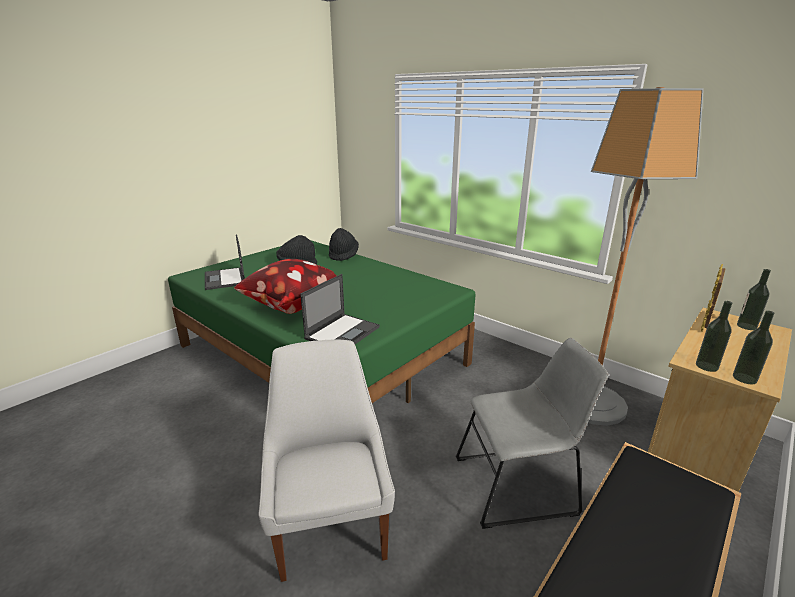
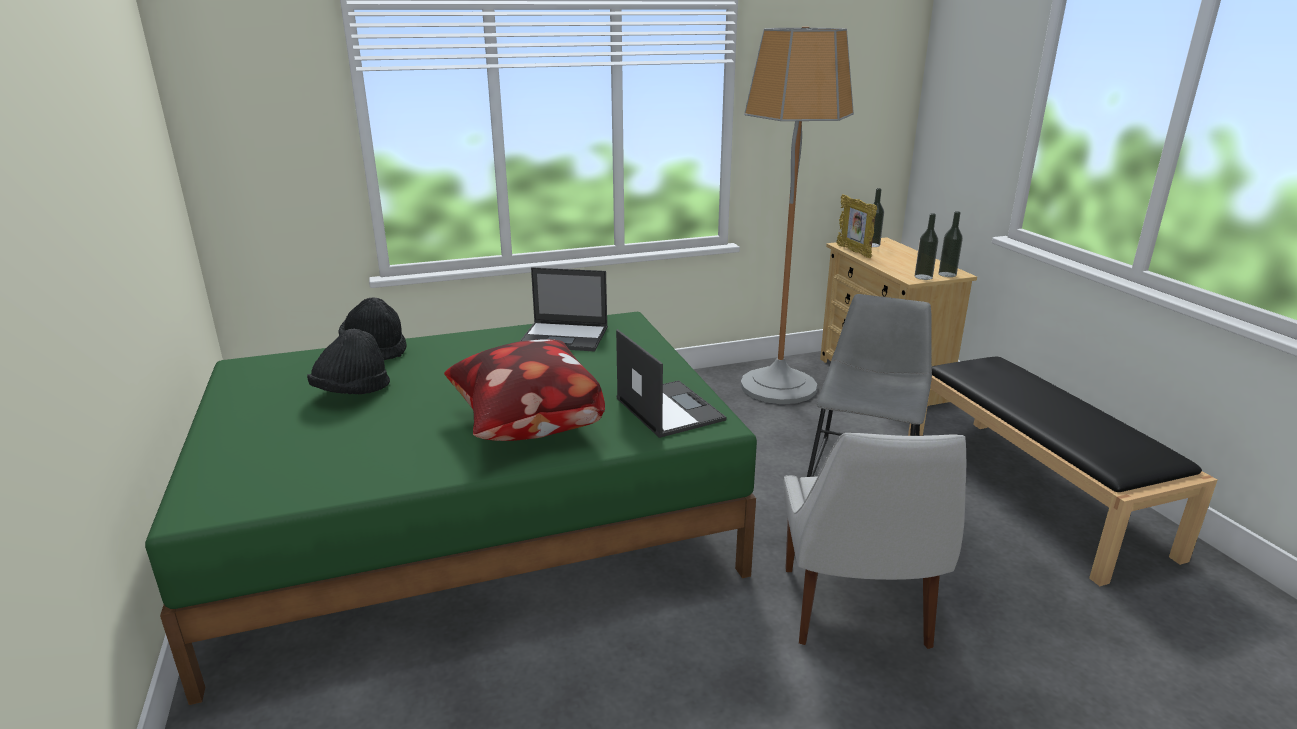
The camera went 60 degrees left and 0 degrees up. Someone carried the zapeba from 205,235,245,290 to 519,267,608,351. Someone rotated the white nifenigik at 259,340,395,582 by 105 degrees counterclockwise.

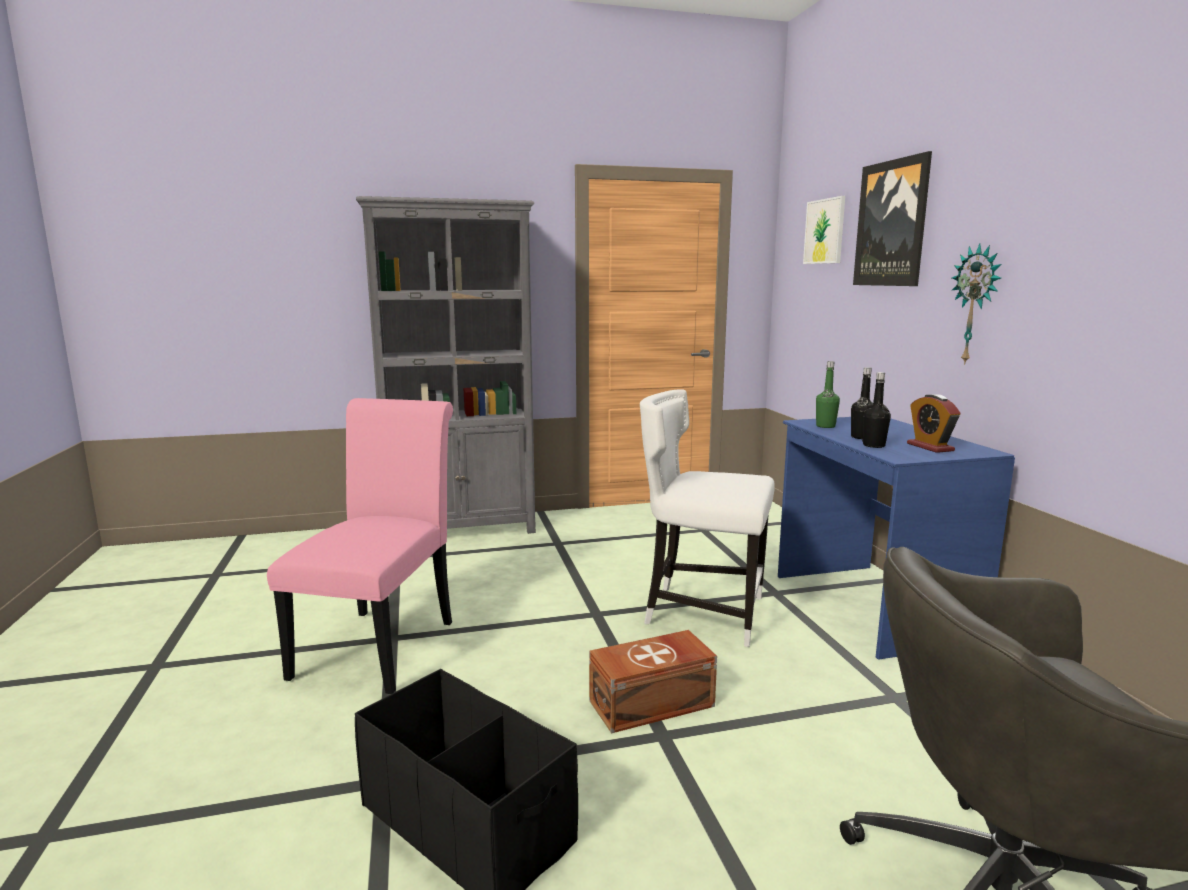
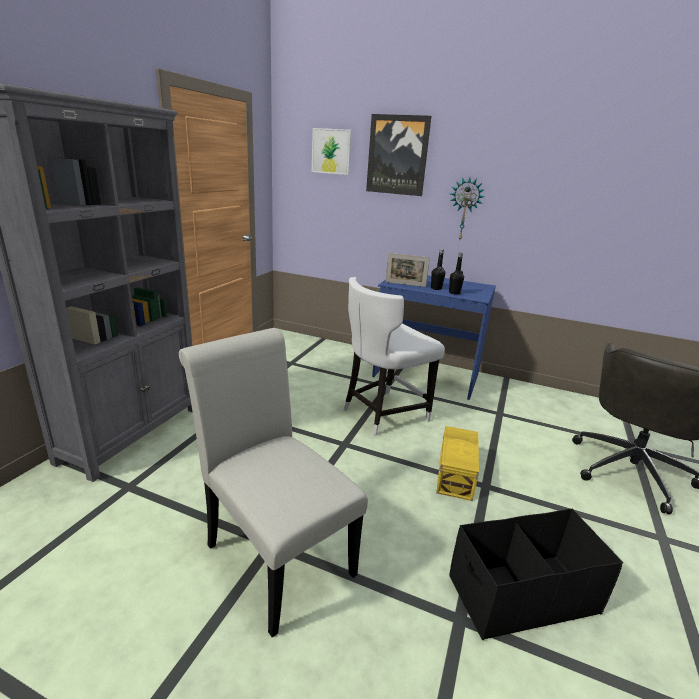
The camera went 55 degrees left and 10 degrees up. Someone repainted the pink nifenigik at 267,398,453,694, which became the white nifenigik at 179,328,368,638. Someone swapped the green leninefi at 816,361,840,428 for the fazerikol at 385,253,430,287. Someone repainted the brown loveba at 589,630,717,733, which became the yellow loveba at 436,426,479,501. Someone took away the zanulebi at 907,394,960,453.

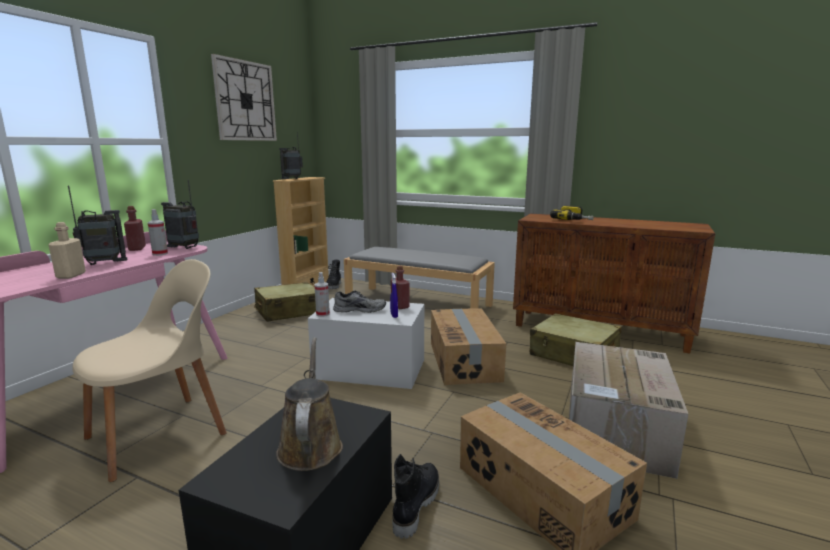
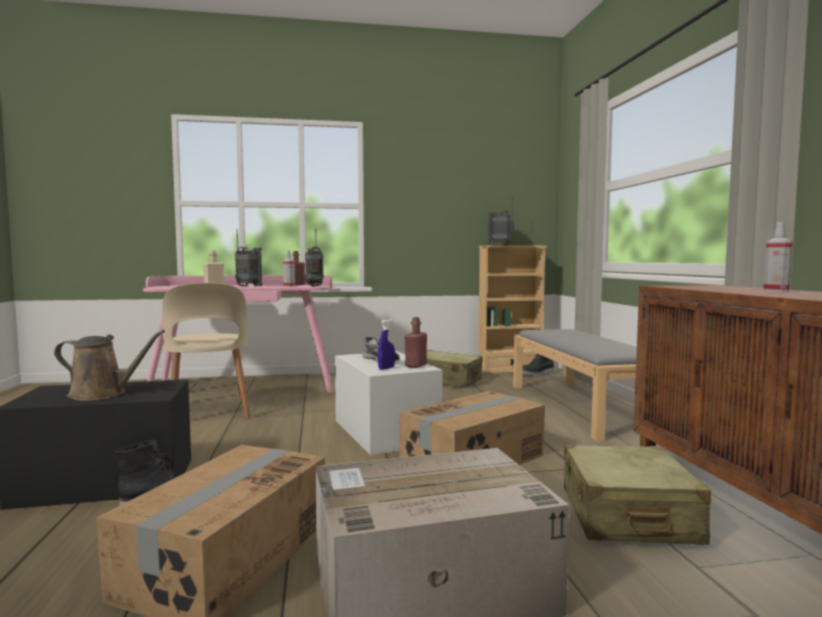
The camera went 55 degrees right and 10 degrees down. Someone rotated the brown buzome at 276,337,343,471 by 45 degrees clockwise. Someone rotated the beige nifenigik at 72,259,227,482 by 60 degrees clockwise. Someone carried the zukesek from 315,272,330,317 to 763,222,793,292. Someone took away the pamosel at 211,54,277,141. Someone took away the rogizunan at 550,206,594,220.

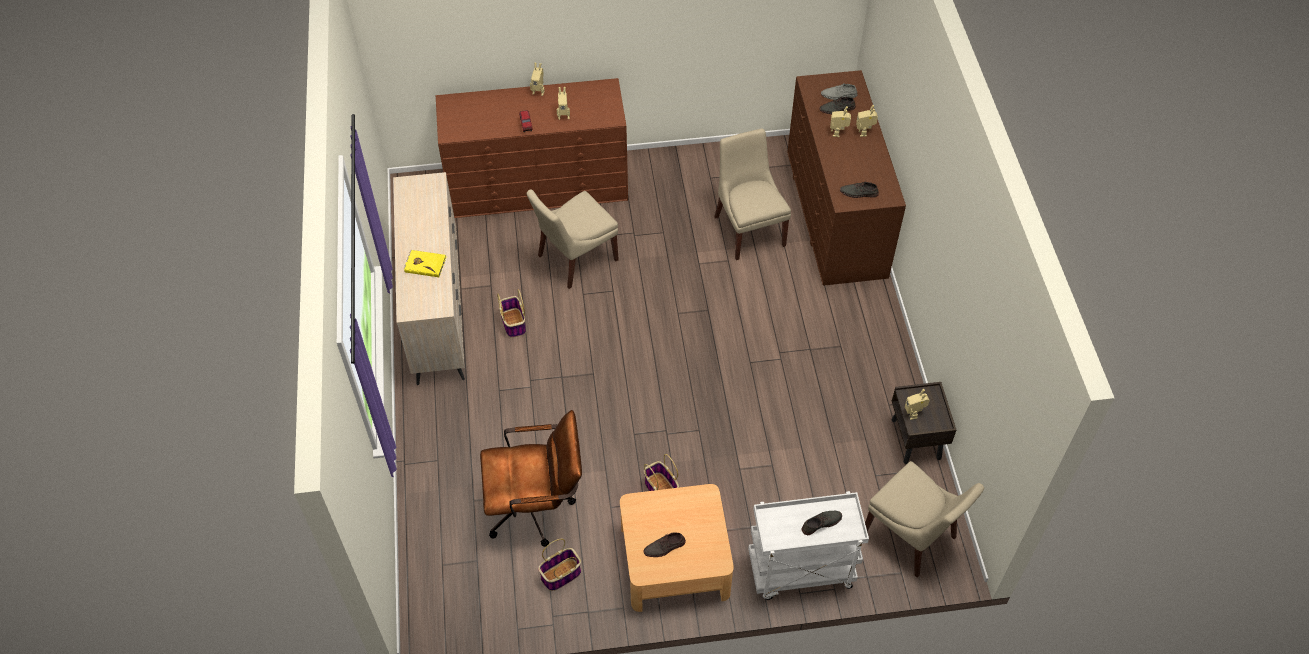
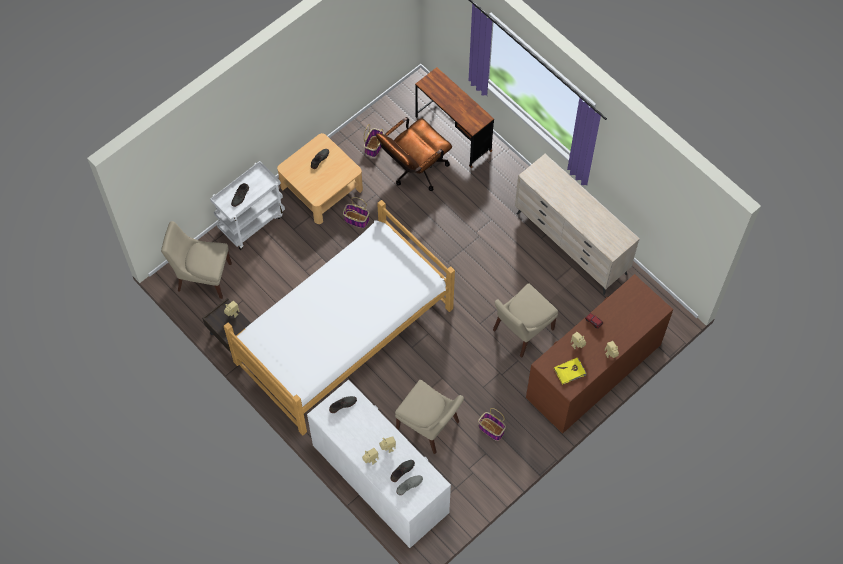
The camera went 145 degrees right and 10 degrees up. Someone put down the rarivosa at 224,200,455,435. Someone repainted the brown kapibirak at 787,70,906,286, which became the white kapibirak at 307,380,451,548. Someone put down the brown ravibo at 415,67,494,168. Someone carried the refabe from 497,289,526,338 to 478,408,506,441. Someone rotated the beige nifenigik at 527,189,619,289 by 150 degrees counterclockwise. Someone carried the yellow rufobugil from 404,250,447,277 to 554,358,587,385.

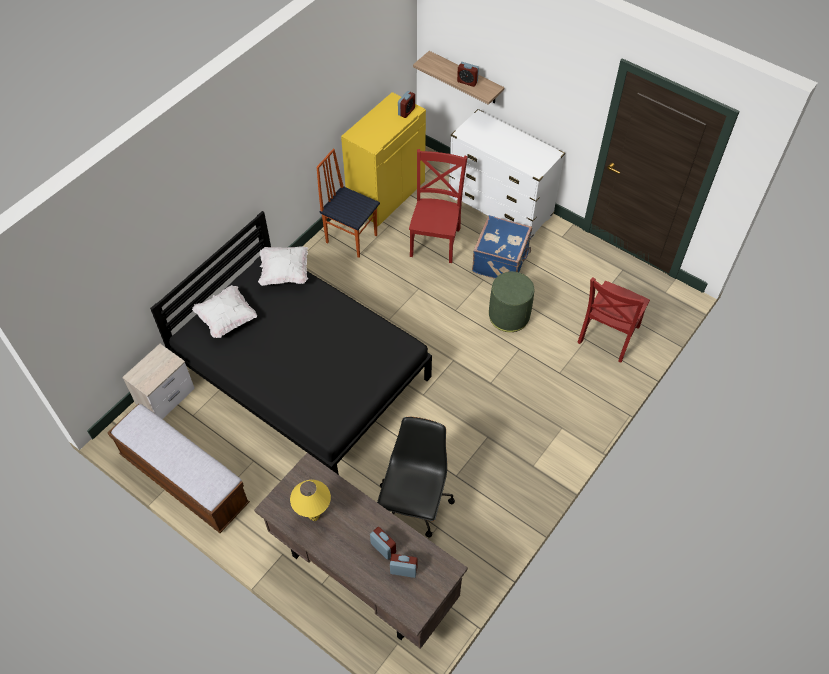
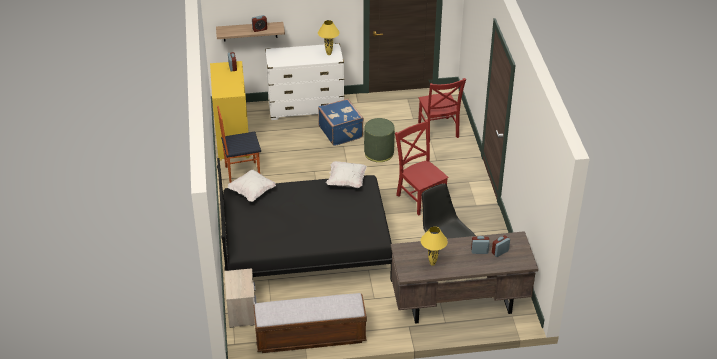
The camera went 45 degrees left and 15 degrees down. Someone put down the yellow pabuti at 318,20,340,55. Someone carried the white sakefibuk from 192,285,257,338 to 326,161,367,188. Someone carried the red nifenigik from 409,149,468,263 to 395,120,449,216.

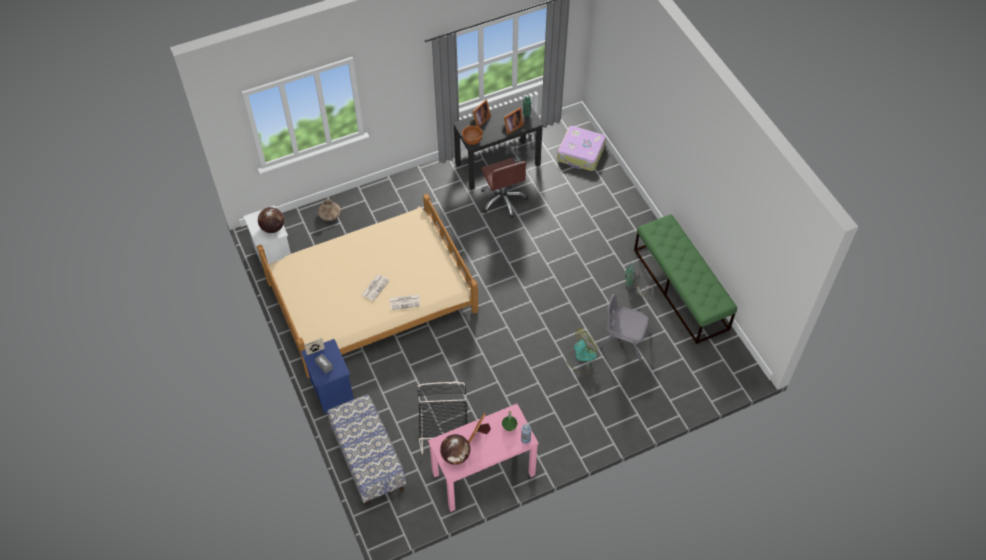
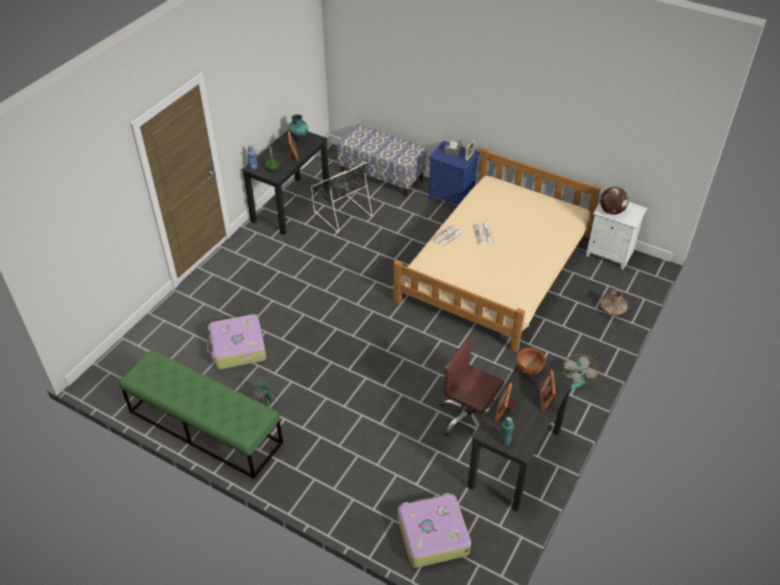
The camera went 145 degrees right and 10 degrees down. Someone swapped the grey nifenigik at 599,294,651,361 for the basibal at 207,314,266,369. Someone repainted the pink ravibo at 428,404,539,512, which became the black ravibo at 242,130,330,235. Someone swapped the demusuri at 440,434,470,465 for the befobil at 288,114,308,142. Someone carried the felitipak from 566,328,598,373 to 556,354,599,389.

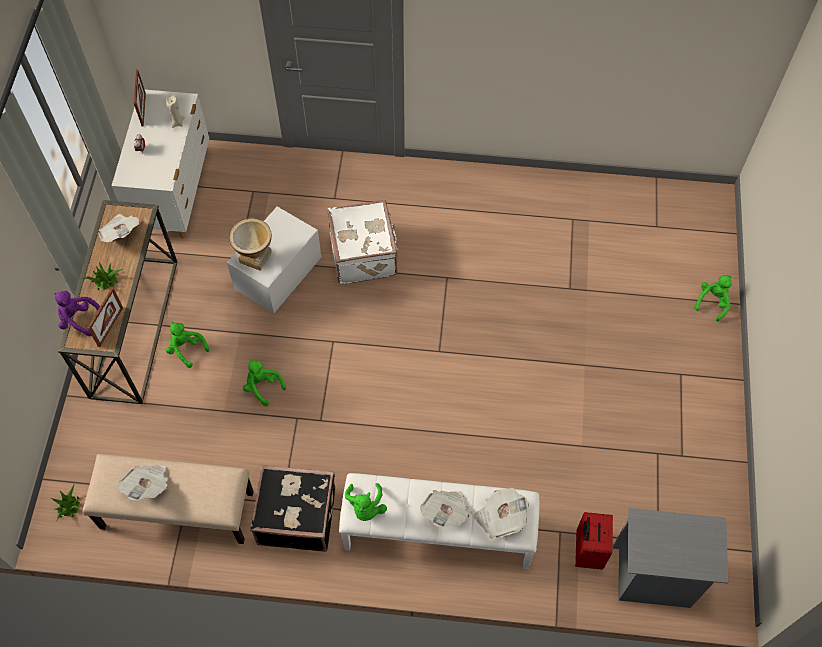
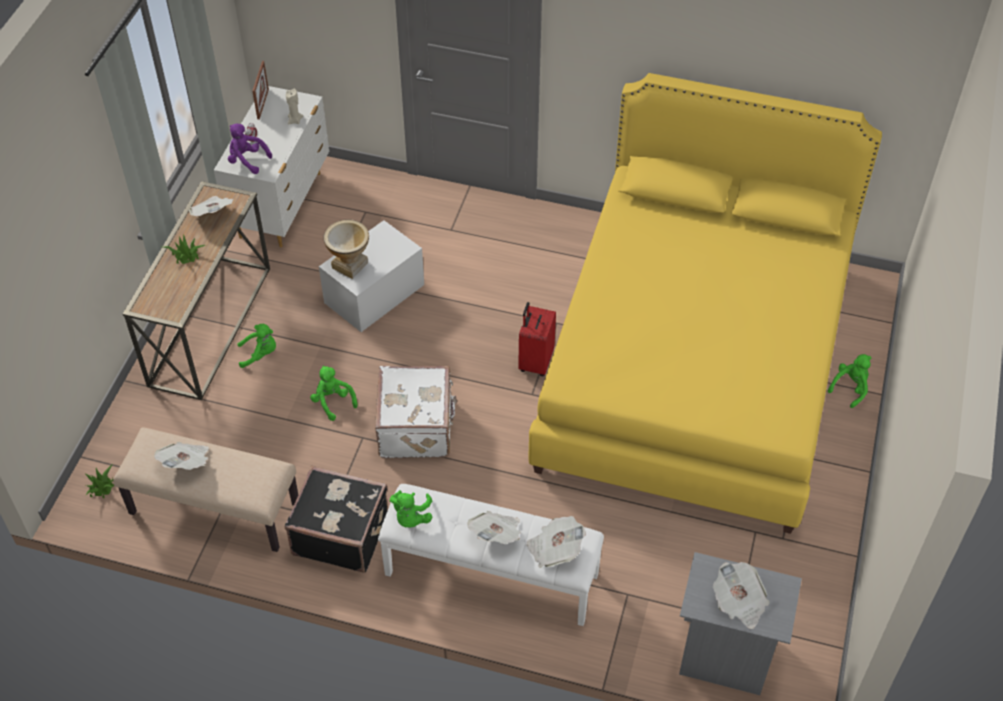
The camera went 10 degrees right and 10 degrees down. Someone carried the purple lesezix from 54,291,100,336 to 228,123,272,174. Someone rotated the green lesezix at 166,322,209,368 by 120 degrees clockwise. Someone carried the white basibal from 327,200,399,284 to 375,366,457,458. Someone carried the red basibal from 575,512,613,570 to 518,302,556,376. Someone put down the yellow rarivosa at 528,73,882,534. Someone put down the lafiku at 713,562,770,629. Someone took away the fazerikol at 88,288,123,347.

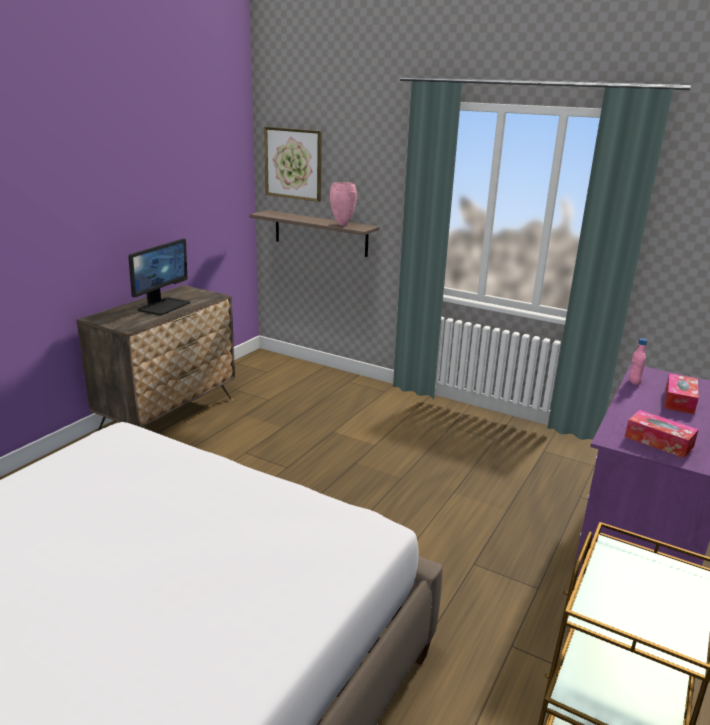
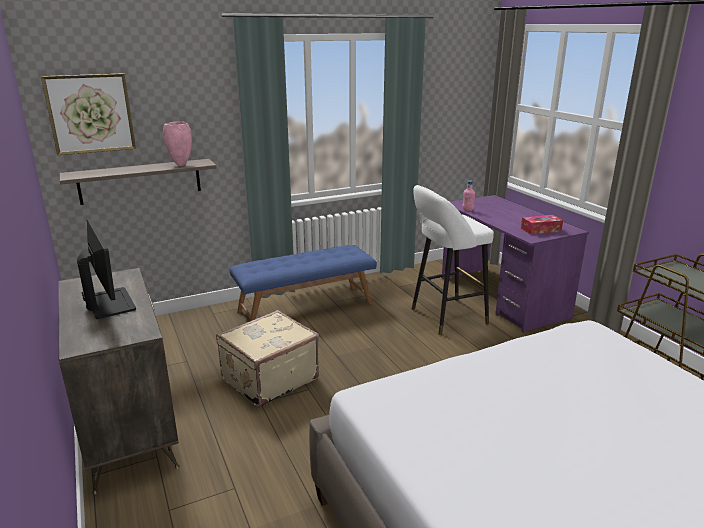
The camera went 55 degrees left and 0 degrees up. Someone put down the beige basibal at 216,310,319,408. Someone put down the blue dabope at 230,245,377,321. Someone put down the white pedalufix at 411,185,494,335. Someone took away the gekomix at 664,373,699,414.

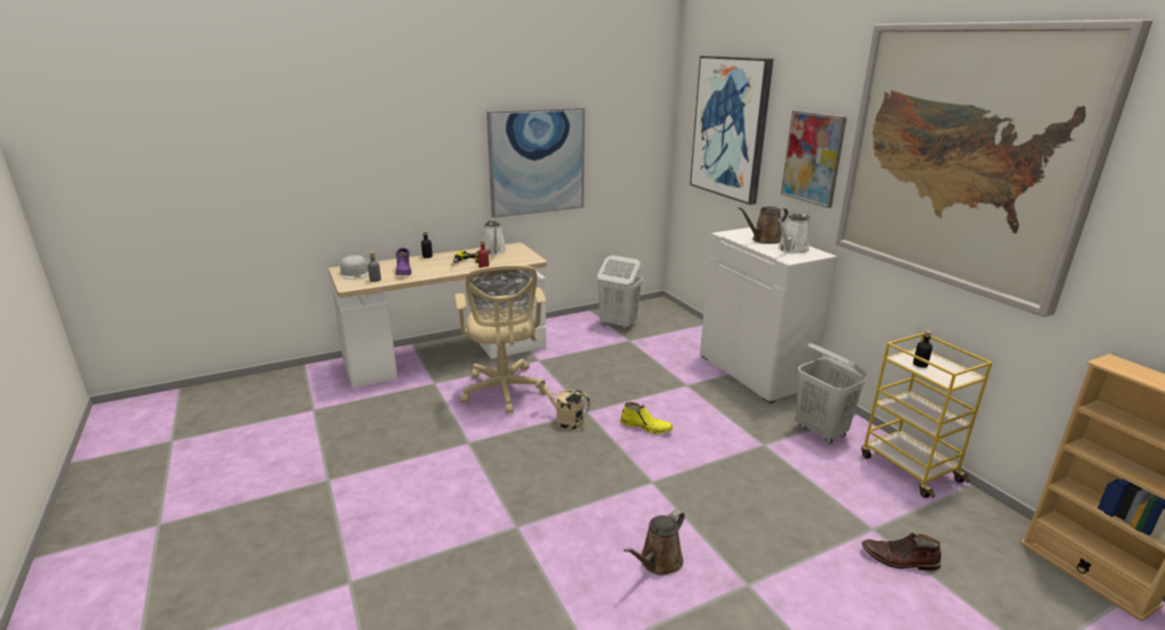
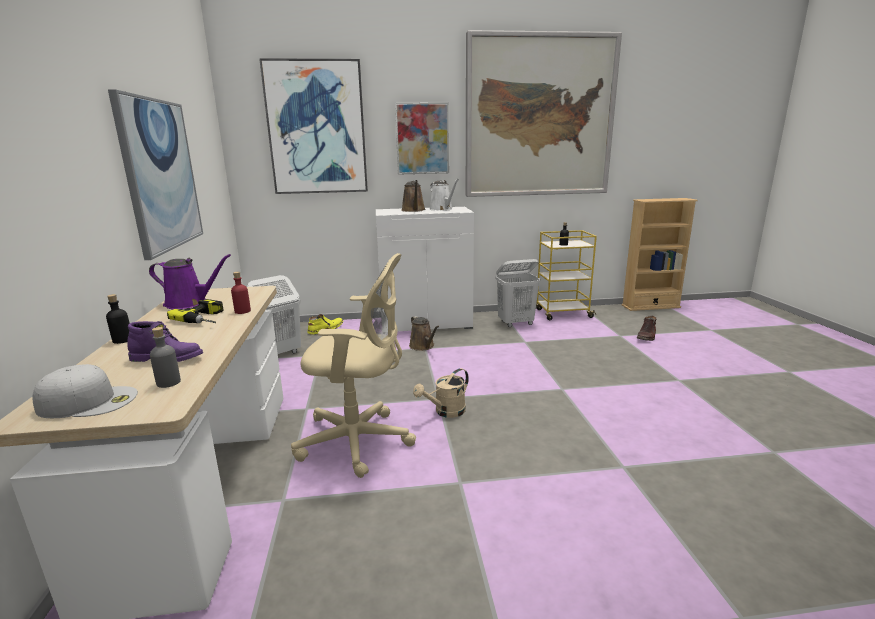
The camera went 70 degrees left and 5 degrees down. Someone repainted the white buzome at 482,220,507,255, which became the purple buzome at 149,254,231,309. Someone carried the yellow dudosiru from 620,402,673,434 to 307,314,343,335. Someone carried the brown buzome from 624,510,685,575 to 409,316,439,351.

